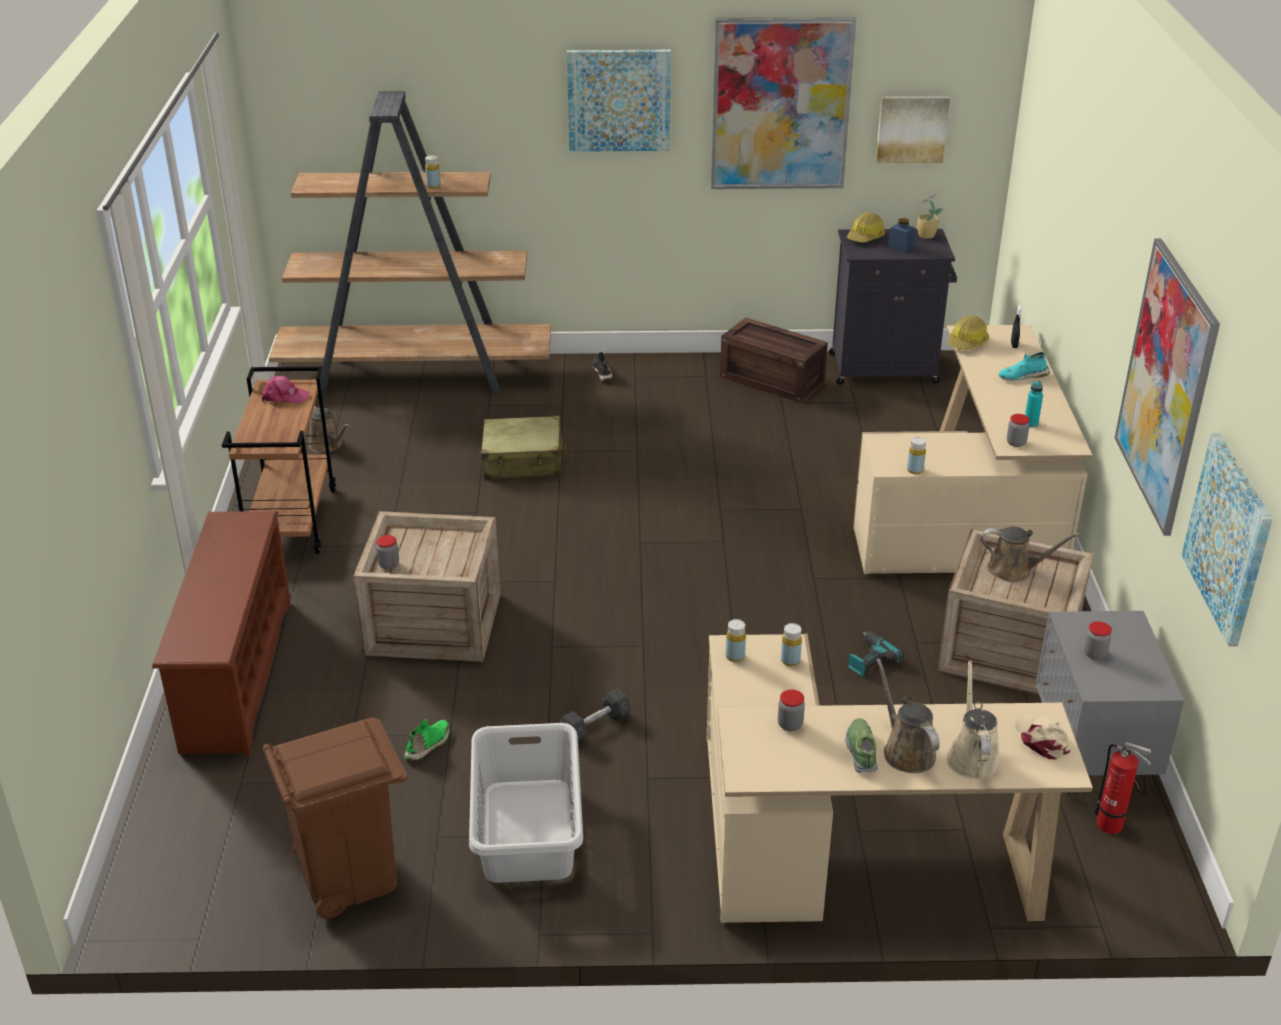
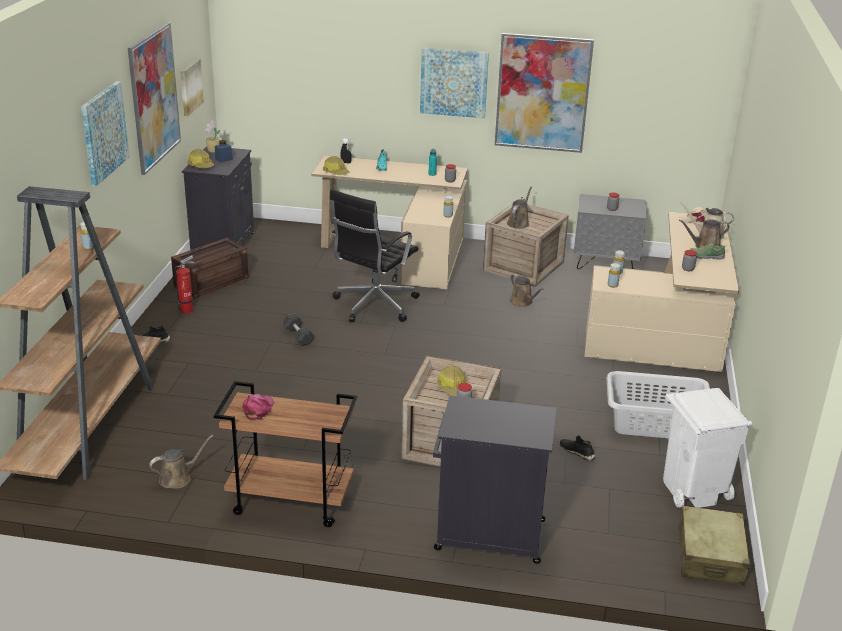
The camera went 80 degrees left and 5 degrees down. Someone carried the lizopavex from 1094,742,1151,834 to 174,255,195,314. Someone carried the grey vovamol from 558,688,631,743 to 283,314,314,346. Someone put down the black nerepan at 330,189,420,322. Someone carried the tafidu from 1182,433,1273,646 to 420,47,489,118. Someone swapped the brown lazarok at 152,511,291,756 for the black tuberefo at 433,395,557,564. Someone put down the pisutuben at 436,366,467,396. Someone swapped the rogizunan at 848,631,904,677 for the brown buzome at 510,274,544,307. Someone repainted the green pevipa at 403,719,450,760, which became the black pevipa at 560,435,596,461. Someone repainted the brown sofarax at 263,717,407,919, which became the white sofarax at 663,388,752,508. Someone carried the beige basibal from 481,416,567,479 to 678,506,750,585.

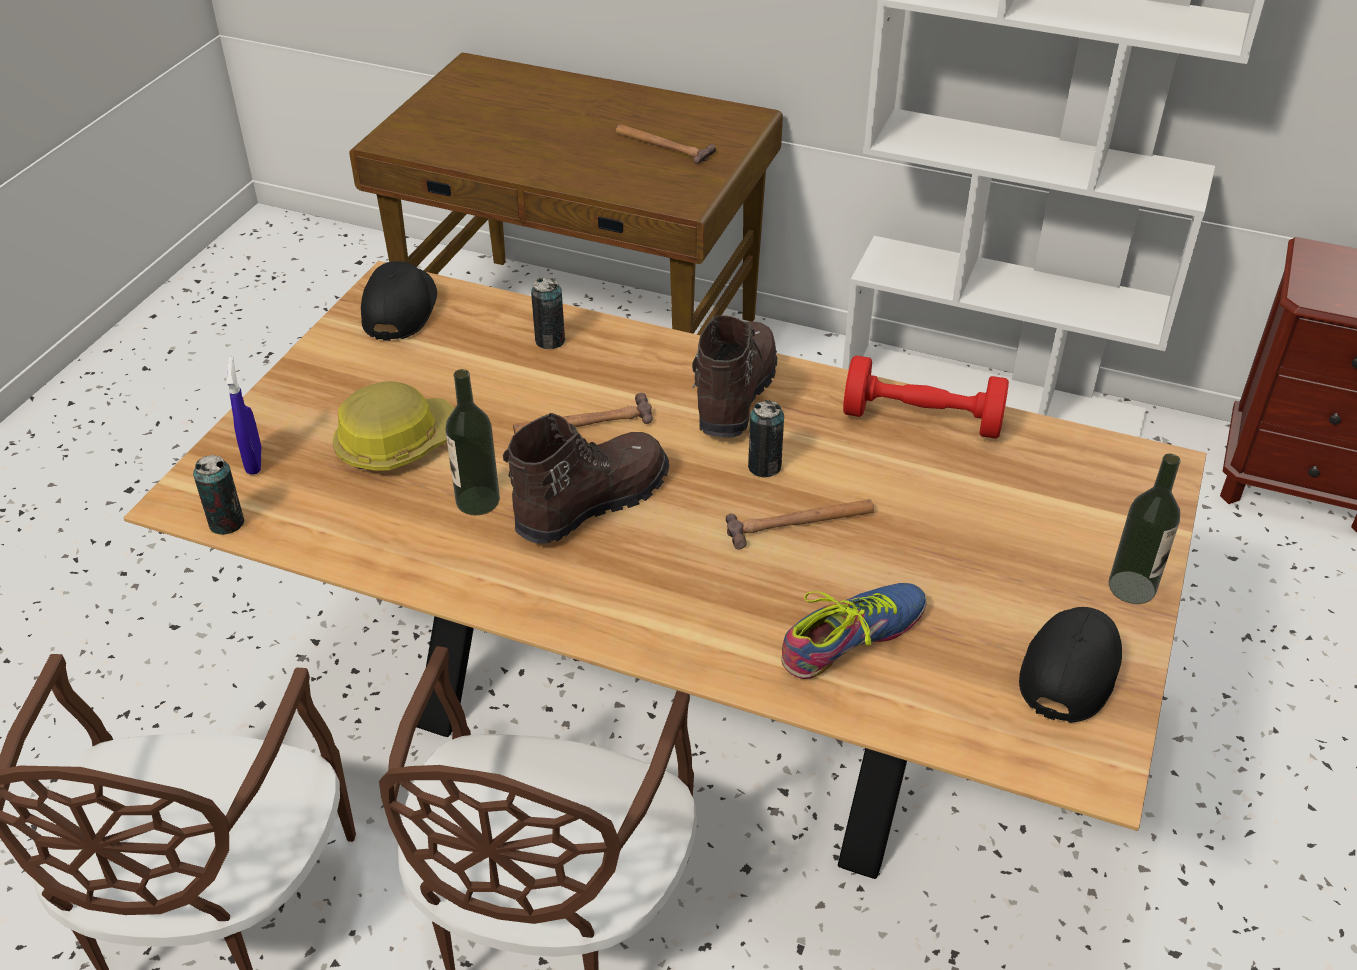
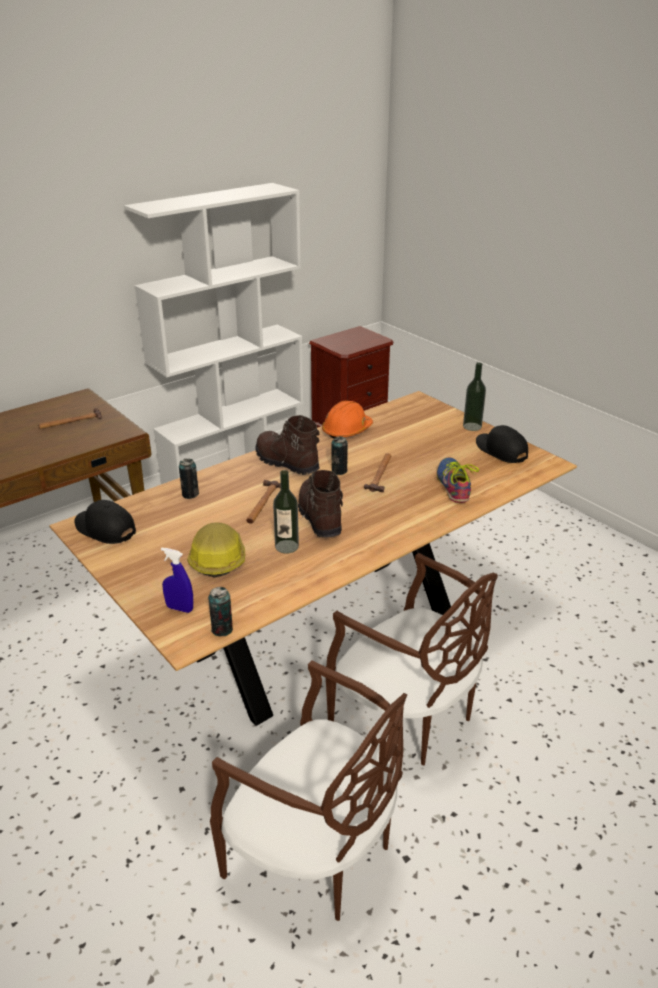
The camera went 60 degrees left and 10 degrees down. Someone swapped the red vovamol at 843,356,1009,439 for the orange pisutuben at 322,400,373,438.

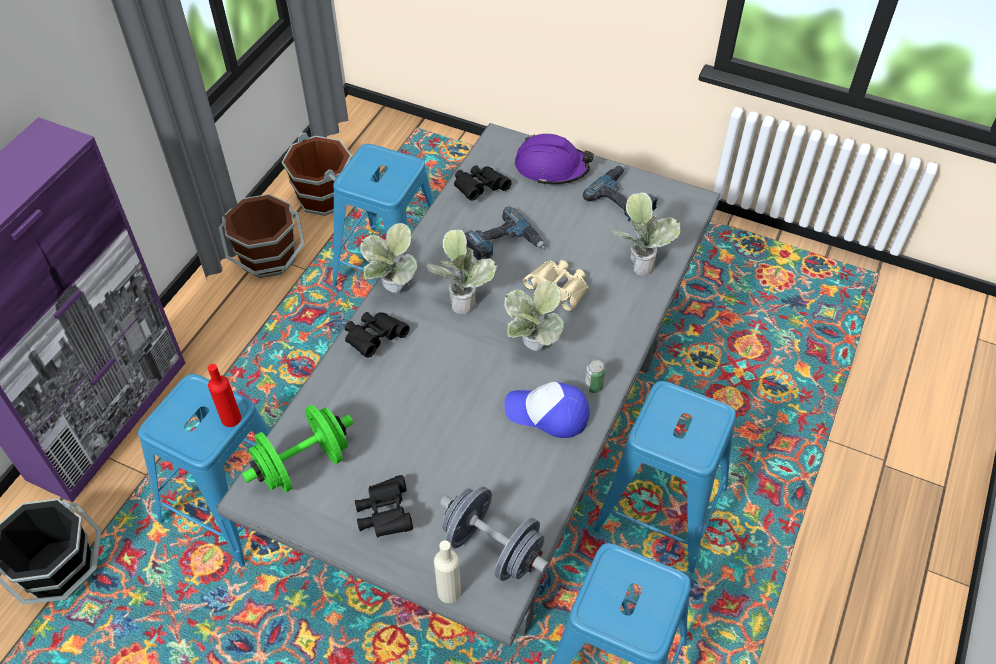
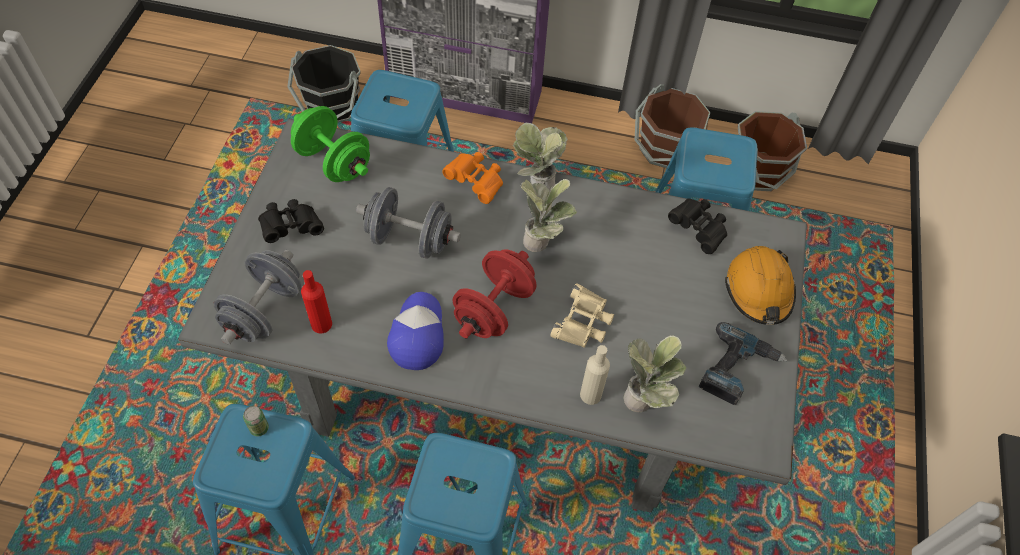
The camera went 75 degrees right and 5 degrees up. Someone carried the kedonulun from 584,360,605,393 to 243,406,269,437. Someone carried the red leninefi from 208,364,241,427 to 301,270,332,333. Someone put down the grey vovamol at 356,187,461,259. Someone repainted the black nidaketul at 345,312,410,358, which became the orange nidaketul at 442,152,503,204. Someone swapped the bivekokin at 504,281,564,351 for the red vovamol at 453,250,537,338. Someone carried the beige leninefi from 434,540,461,603 to 580,345,610,405. Someone repainted the purple pisutuben at 515,134,594,186, which became the orange pisutuben at 725,246,796,325. Someone took away the rogizunan at 464,206,545,260.

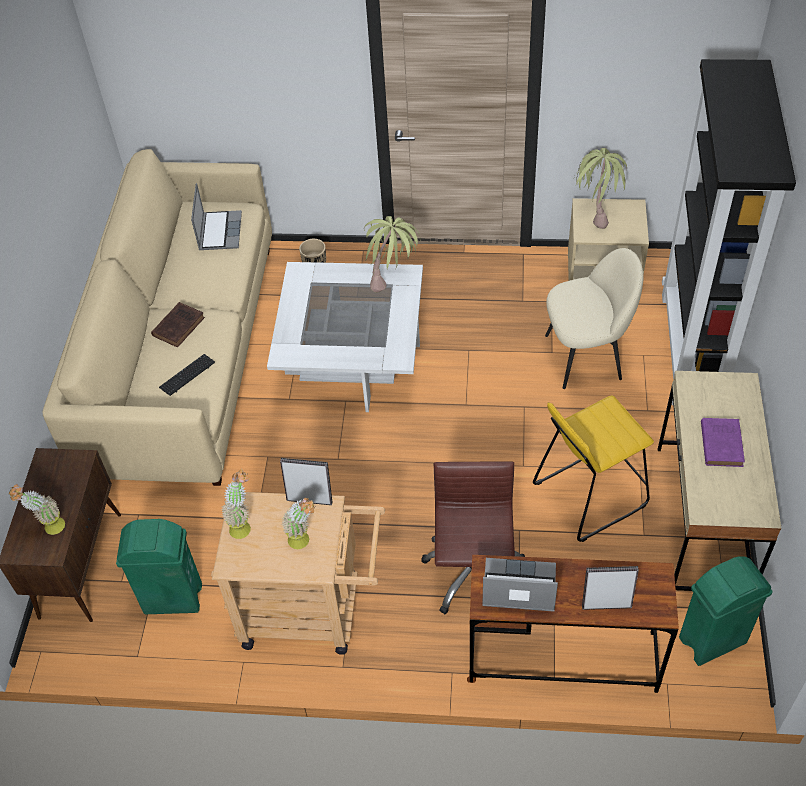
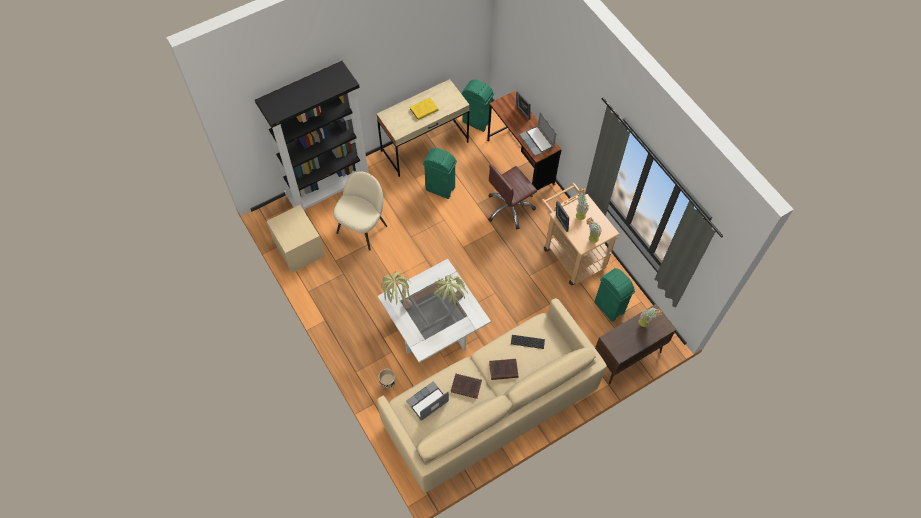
The camera went 130 degrees left and 10 degrees up. Someone rotated the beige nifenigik at 545,248,644,389 by 75 degrees clockwise. Someone repainted the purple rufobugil at 701,418,745,467, which became the yellow rufobugil at 410,98,438,120. Someone swapped the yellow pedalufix at 533,396,654,542 for the green sofarax at 423,148,457,199. Someone carried the bivekokin from 575,148,627,229 to 434,275,468,306. Someone put down the brown rufobugil at 451,373,482,399.

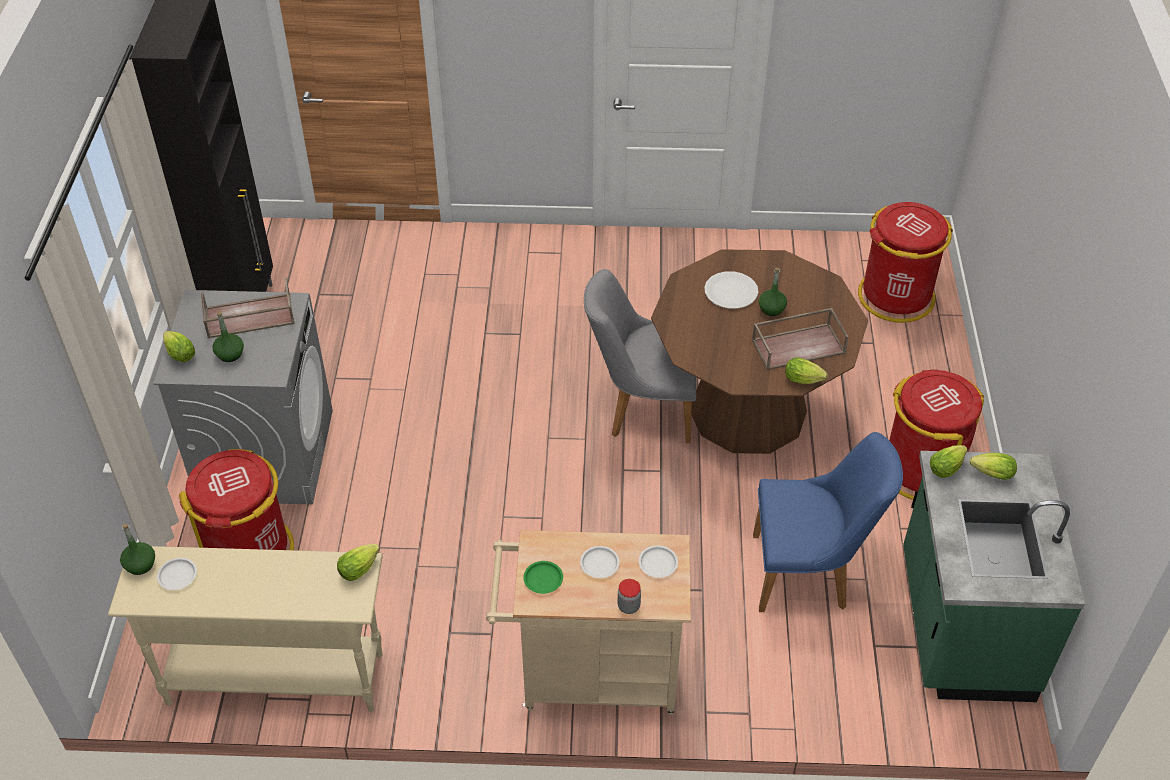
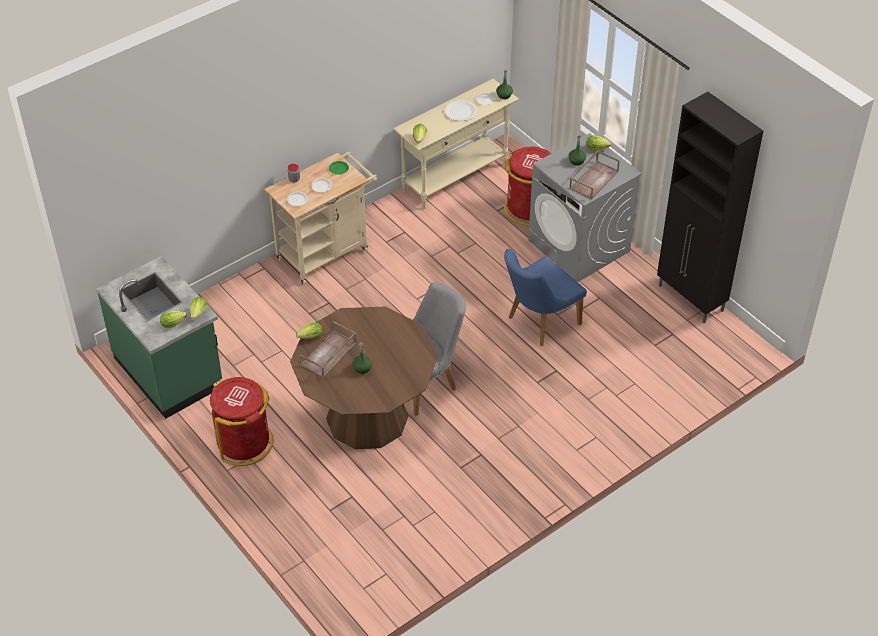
The camera went 140 degrees right and 0 degrees up. Someone carried the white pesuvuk from 704,271,758,309 to 444,100,477,121. Someone carried the blue nifenigik from 753,432,903,612 to 504,249,587,346. Someone took away the red sofarax at 858,202,953,323.

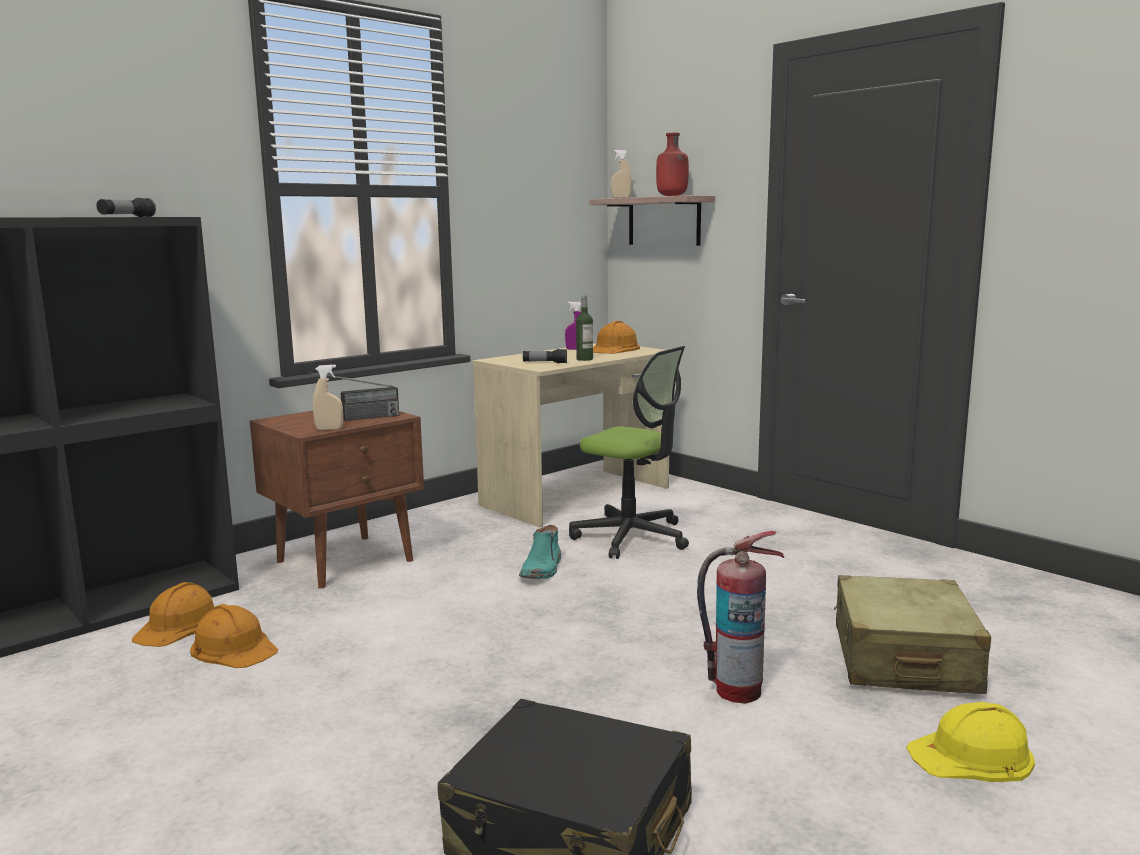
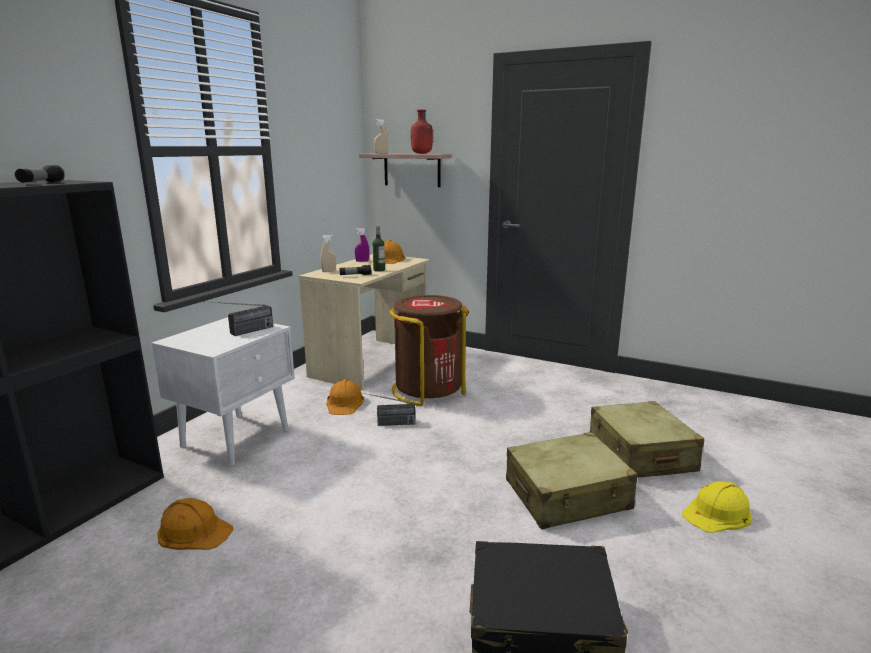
The camera went 20 degrees left and 5 degrees up. Someone repainted the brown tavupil at 250,411,424,589, which became the white tavupil at 151,317,295,465. Someone carried the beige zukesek from 313,364,343,430 to 321,235,336,272. Someone carried the orange pisutuben from 132,582,214,647 to 327,379,364,415. Someone swapped the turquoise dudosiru at 519,525,561,579 for the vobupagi at 358,392,415,426. Someone swapped the nerepan at 569,346,689,559 for the brown sofarax at 390,295,469,406. Someone swapped the lizopavex at 697,531,784,704 for the beige basibal at 506,432,637,530.

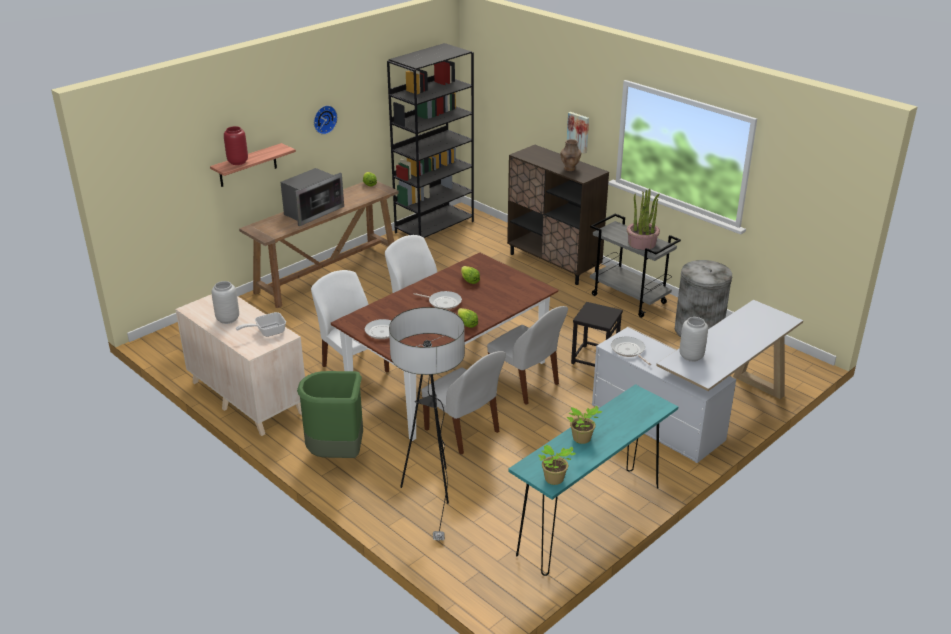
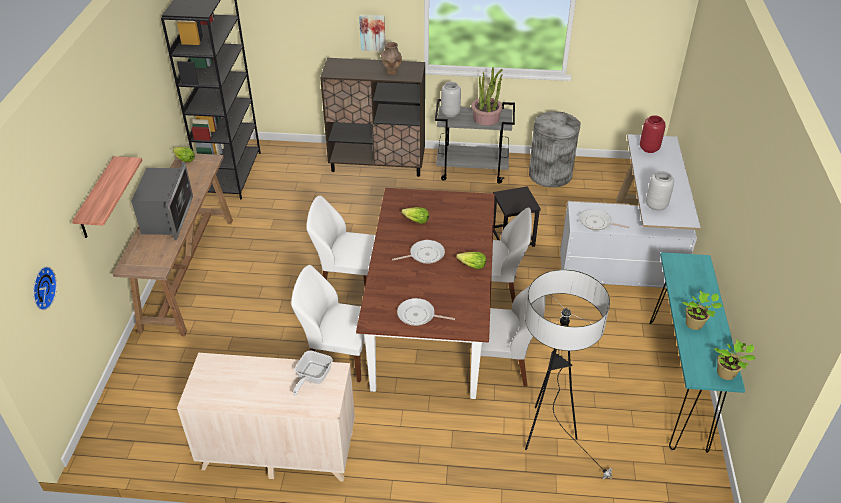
The camera went 40 degrees left and 10 degrees up. Someone carried the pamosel from 314,105,338,135 to 33,267,57,310. Someone carried the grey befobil from 212,281,239,324 to 441,82,461,117. Someone carried the red befobil from 224,126,248,165 to 640,115,666,153. Someone took away the green sofarax at 297,371,363,458.

